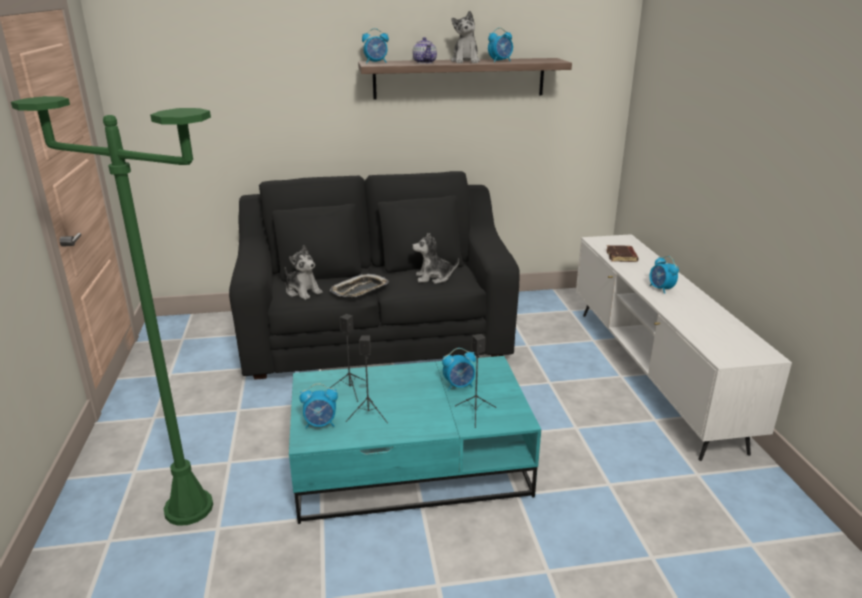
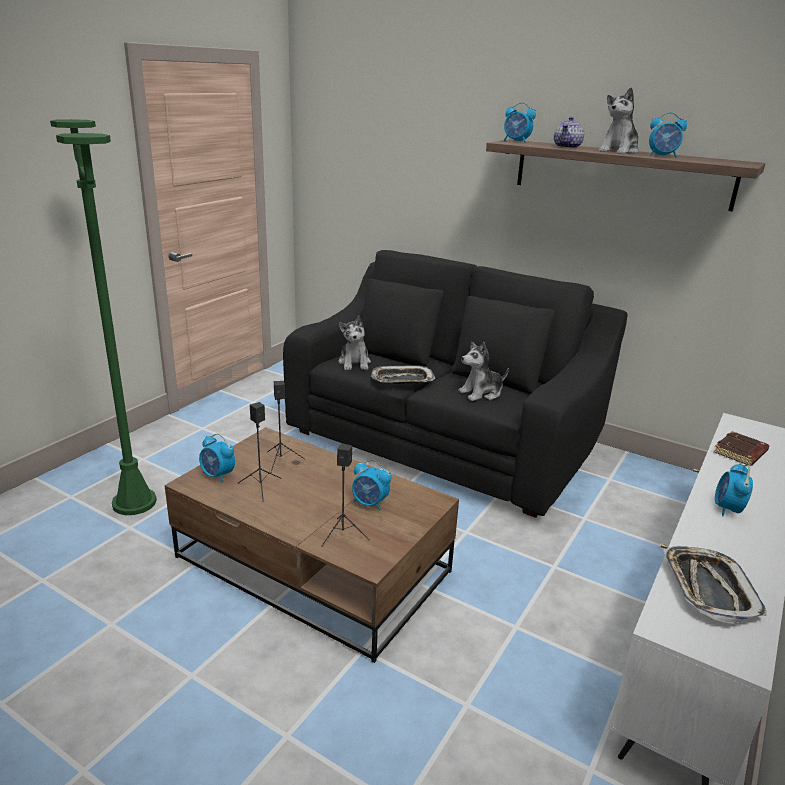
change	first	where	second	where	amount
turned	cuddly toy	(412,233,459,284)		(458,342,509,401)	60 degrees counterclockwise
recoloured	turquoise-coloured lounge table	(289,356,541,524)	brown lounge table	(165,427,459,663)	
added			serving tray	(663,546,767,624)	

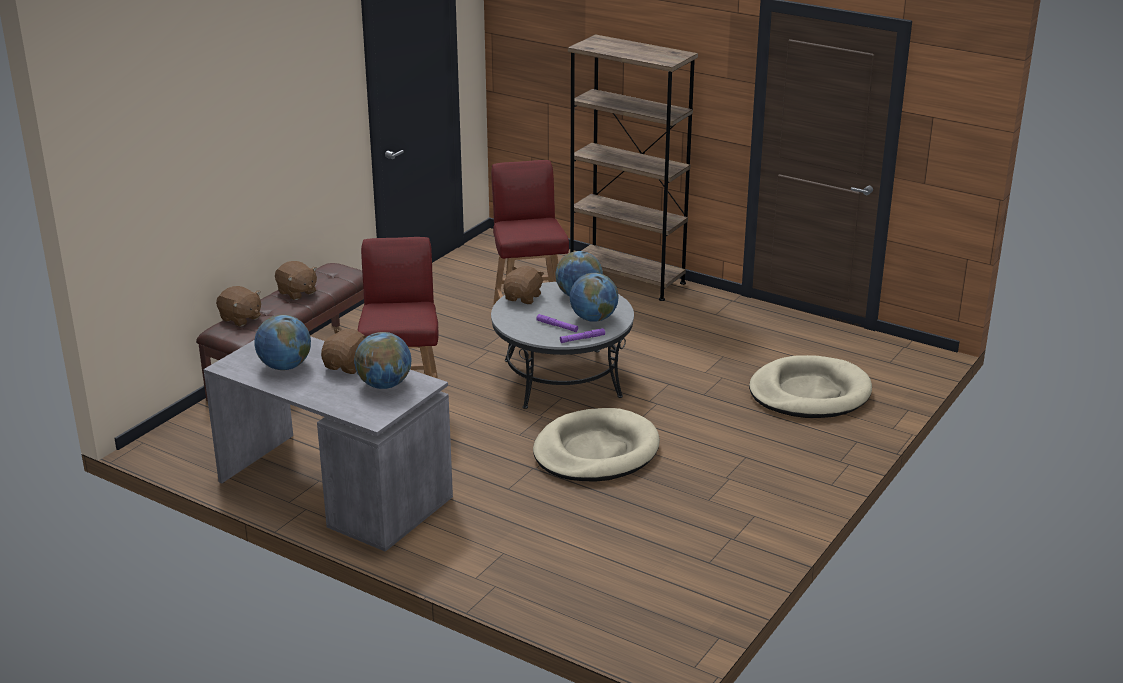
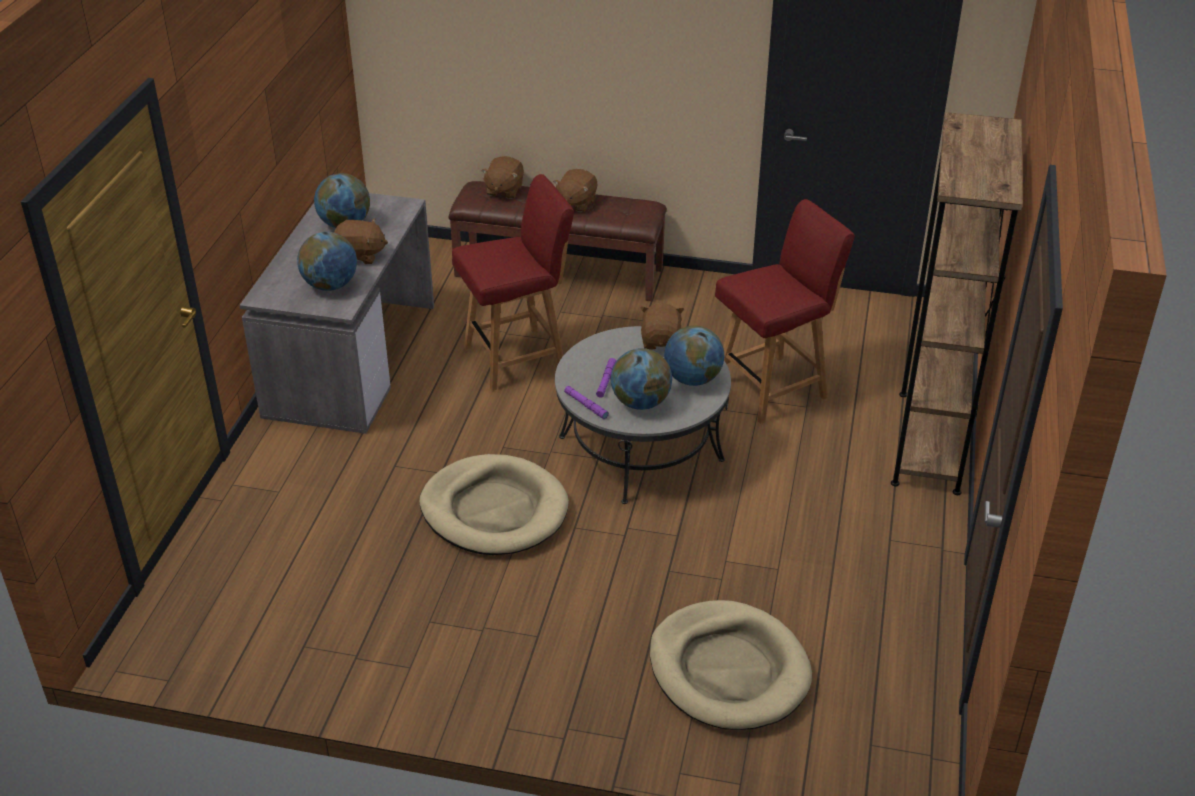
change	first	where	second	where	amount
turned	brown cuddly toy	(503,266,544,304)		(640,303,684,349)	90 degrees counterclockwise

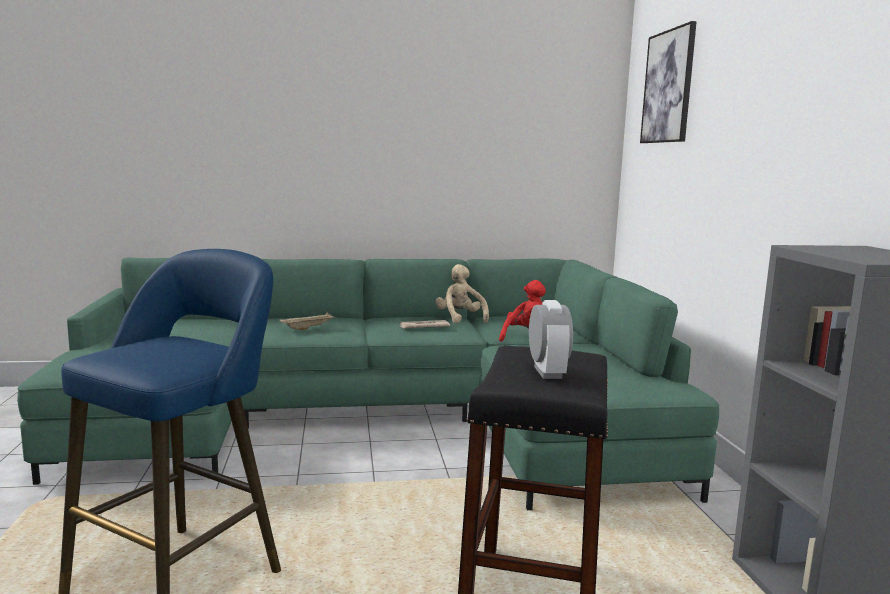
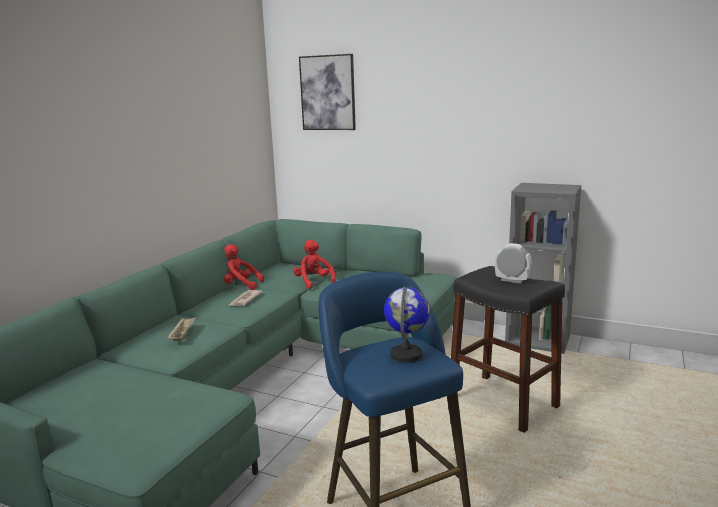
change	first	where	second	where	amount
recoloured	beige-coloured cuddly toy	(436,264,489,324)	red-coloured cuddly toy	(224,244,264,290)	
added			world globe	(384,287,430,363)	

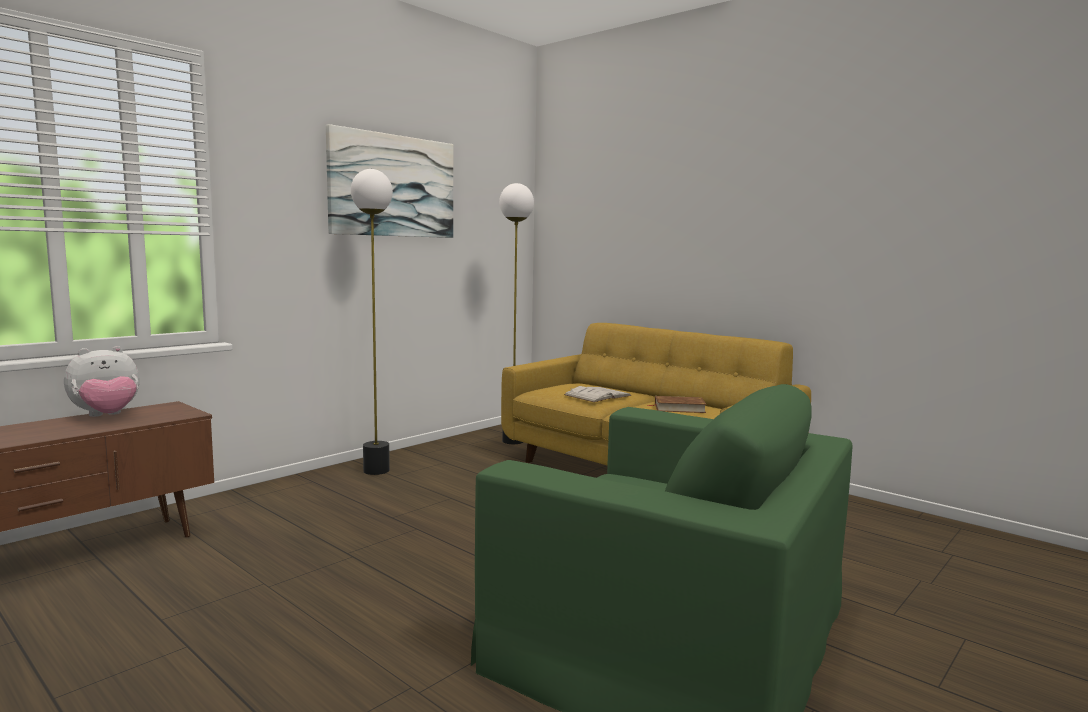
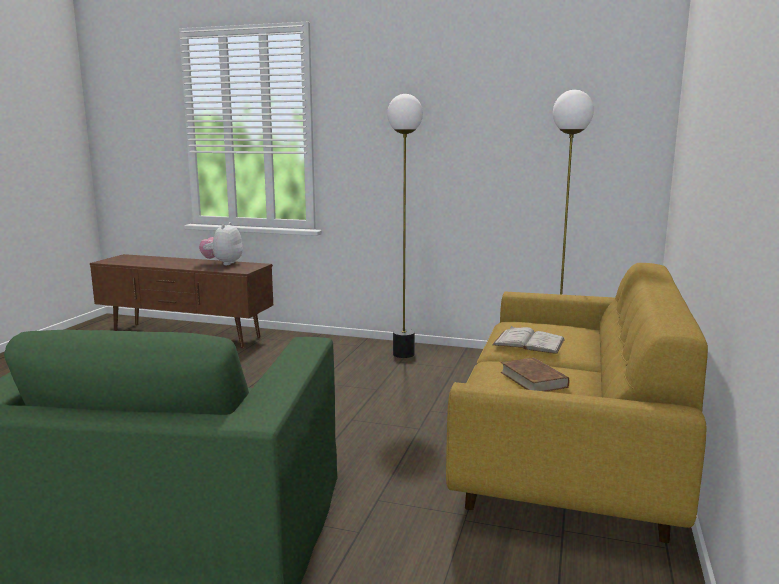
change	first	where	second	where	amount
removed	picture	(326,124,453,238)			
turned	cuddly toy	(64,346,140,417)		(199,222,243,265)	75 degrees clockwise

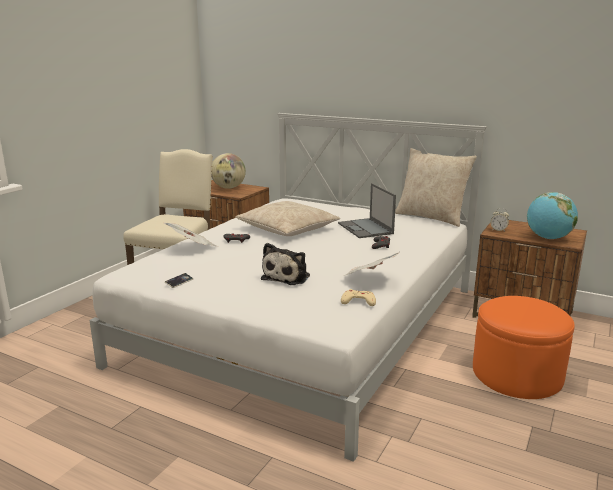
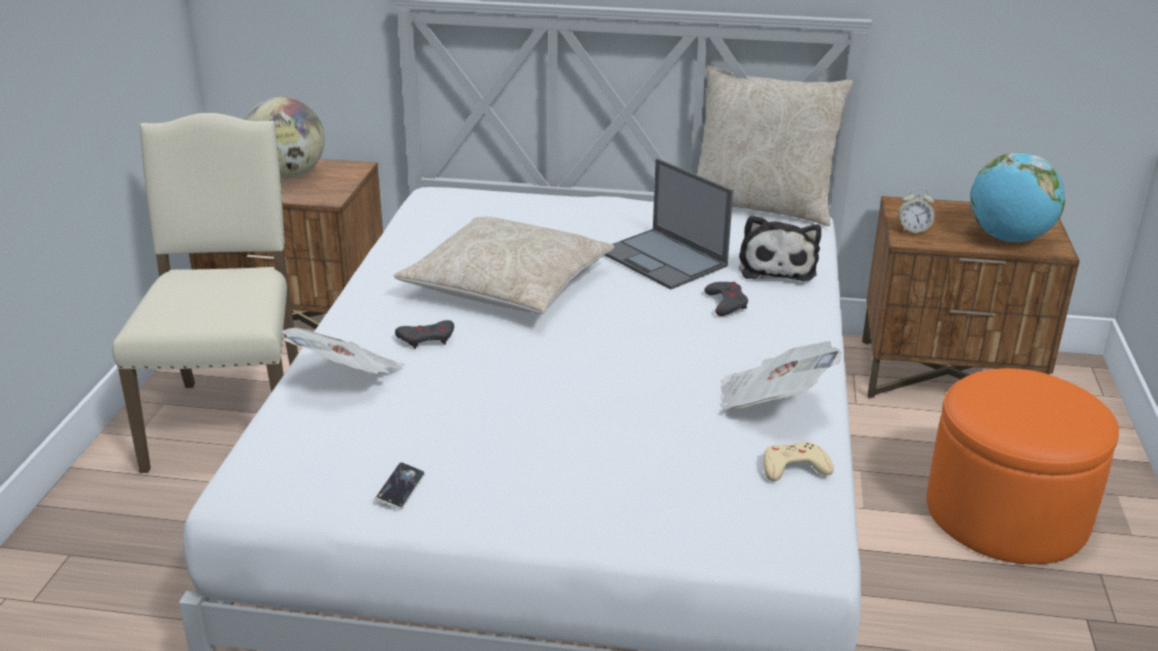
change	first	where	second	where	amount
moved	cuddly toy	(261,243,310,285)		(739,215,821,281)	

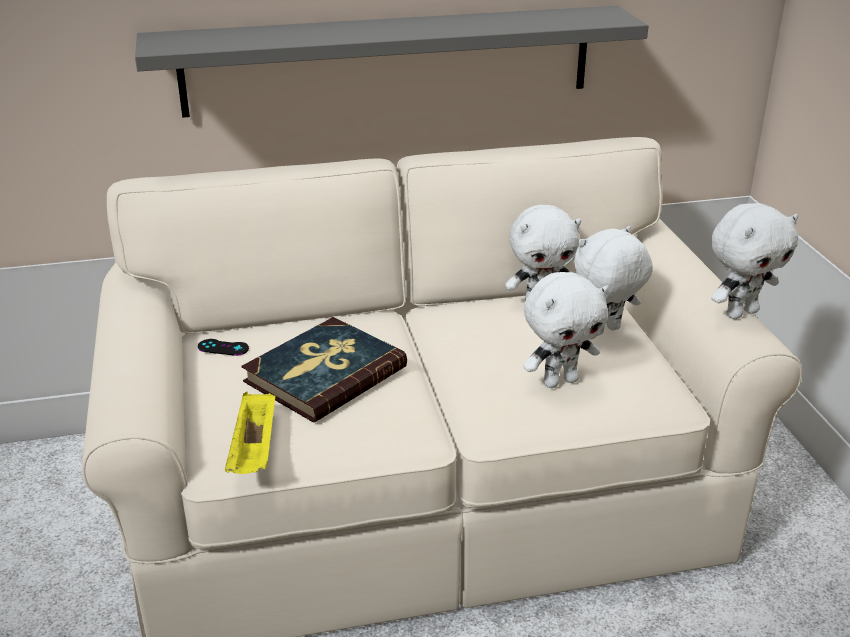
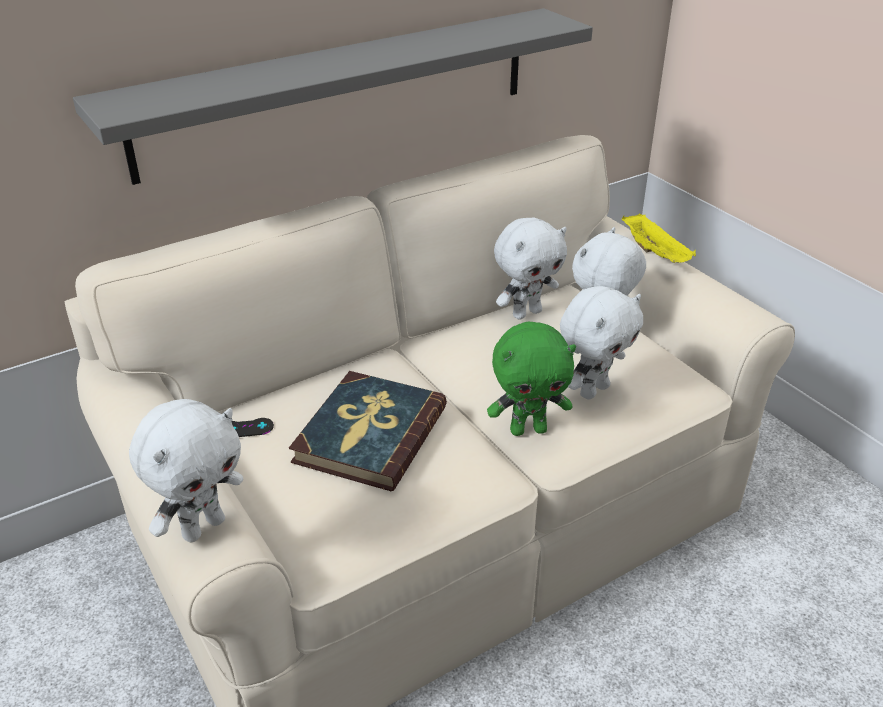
change	first	where	second	where	amount
moved	white cuddly toy	(711,203,798,319)		(129,399,243,543)	
moved	yellow serving tray	(225,392,275,474)		(622,214,696,263)	
added			green-coloured cuddly toy	(487,322,576,436)	

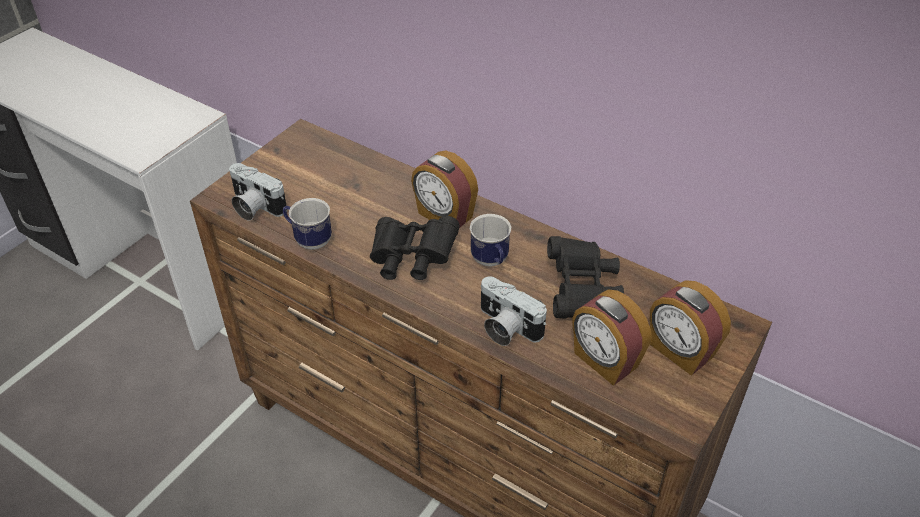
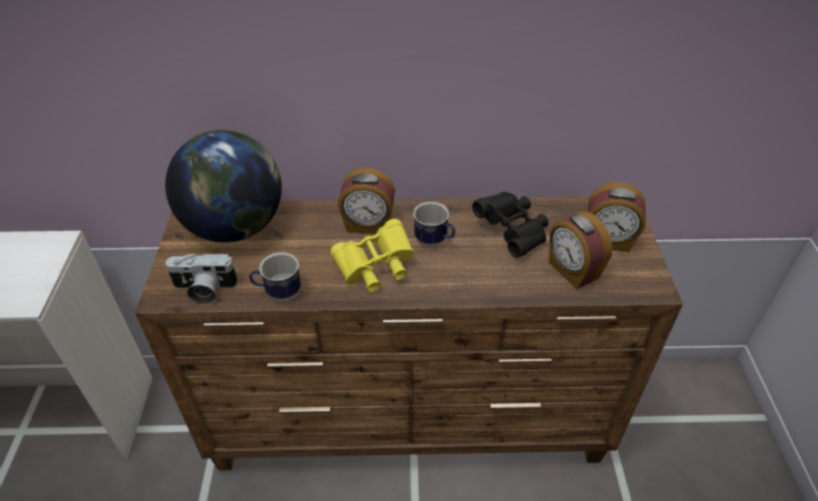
change	first	where	second	where	amount
recoloured	blackish pair of binoculars	(370,216,460,280)	yellow pair of binoculars	(330,219,414,292)	
removed	photo camera	(481,276,547,346)			
turned	alarm clock	(572,289,651,386)		(549,212,613,289)	45 degrees clockwise
added			world globe	(165,130,282,243)	

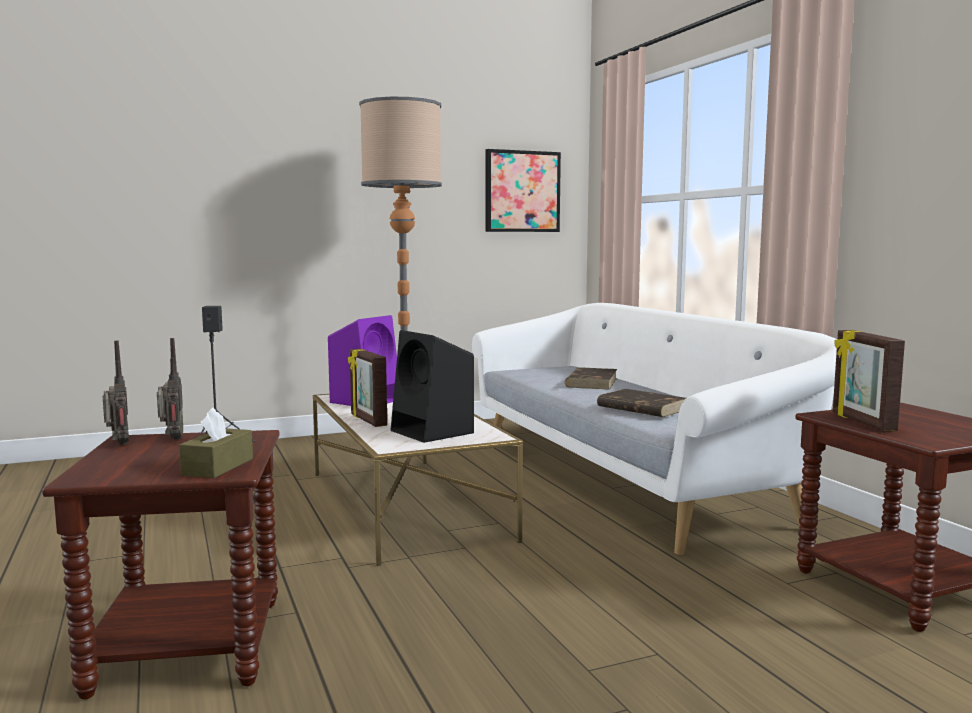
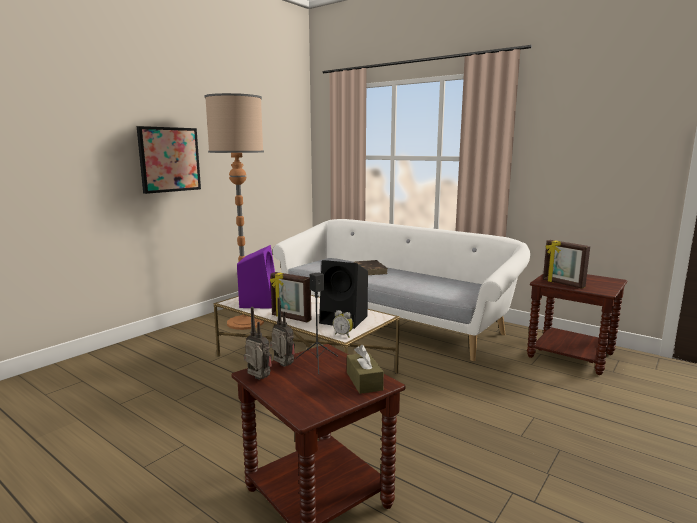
change	first	where	second	where	amount
moved	picture	(486,149,561,232)		(137,126,201,194)	
removed	brown book	(597,389,686,417)			
added			alarm clock	(333,310,353,338)	

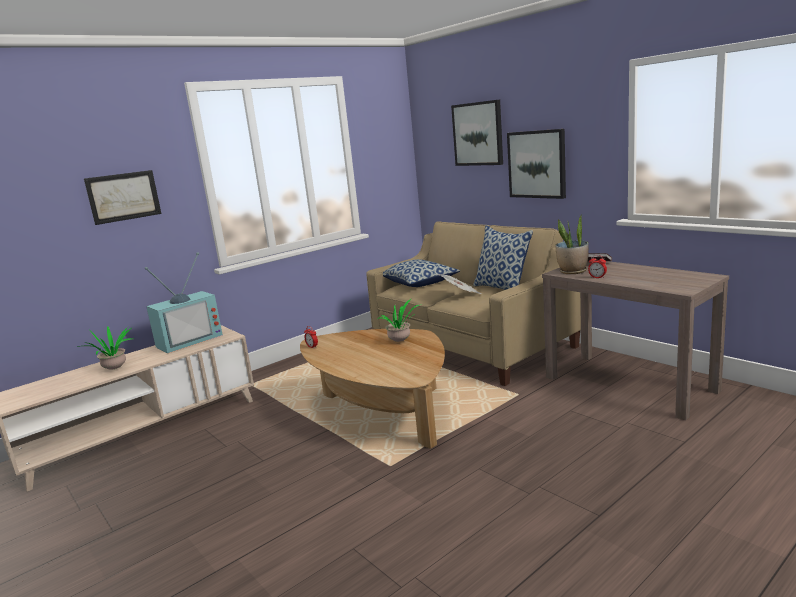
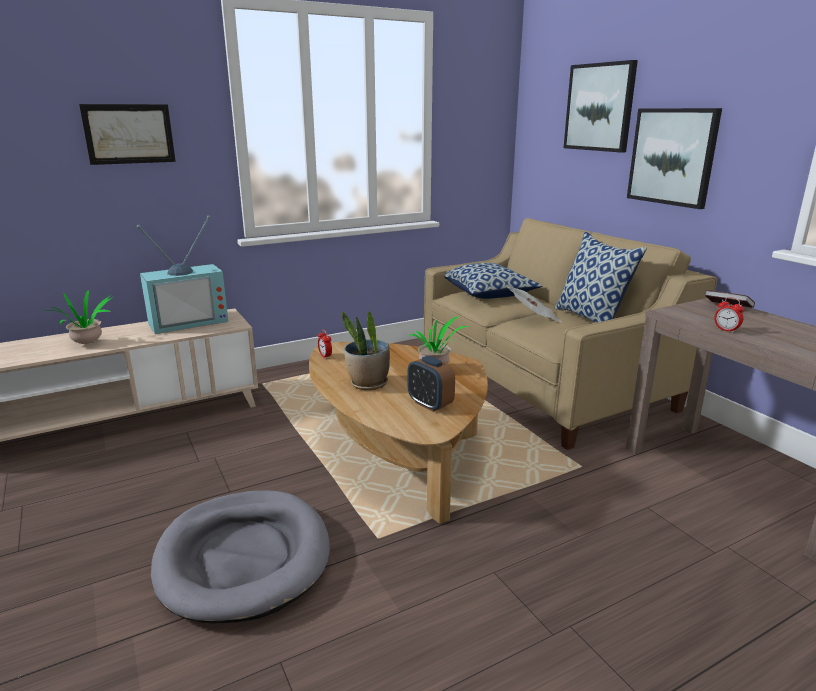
change	first	where	second	where	amount
moved	plant in a pot	(555,215,589,274)		(342,311,390,390)	
added			alarm clock	(408,356,455,412)	
added			gray pet bed	(151,490,330,623)	

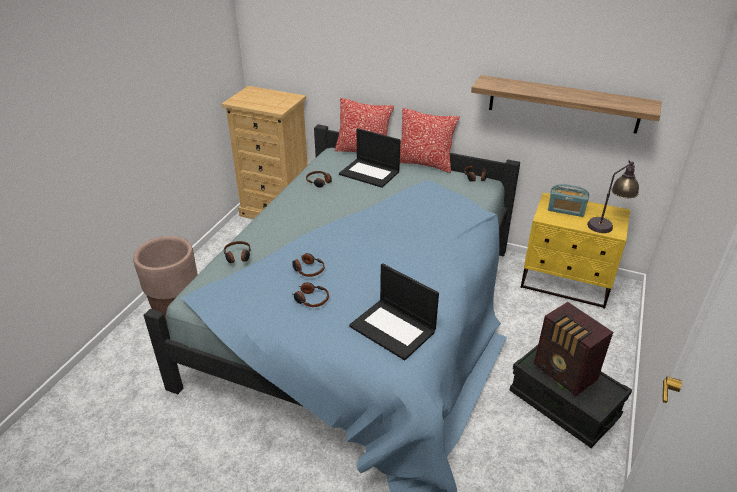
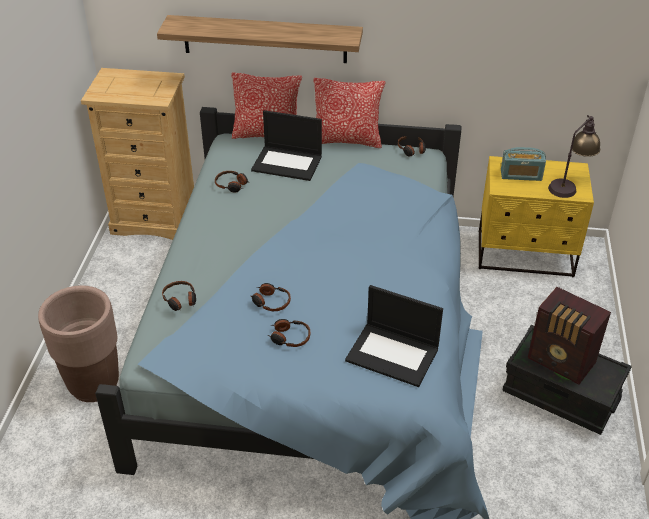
change	first	where	second	where	amount
moved	wall shelf	(471,75,662,134)		(157,15,363,63)	

